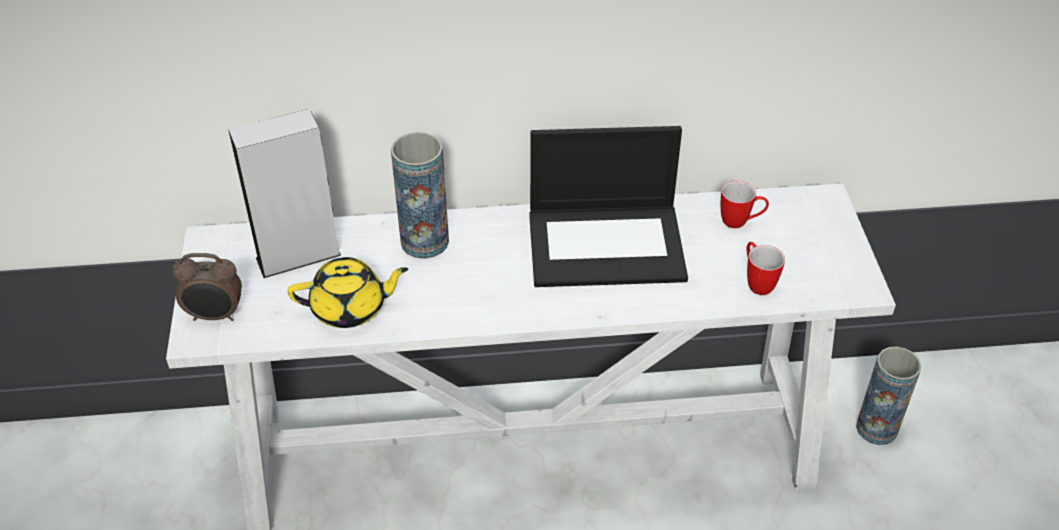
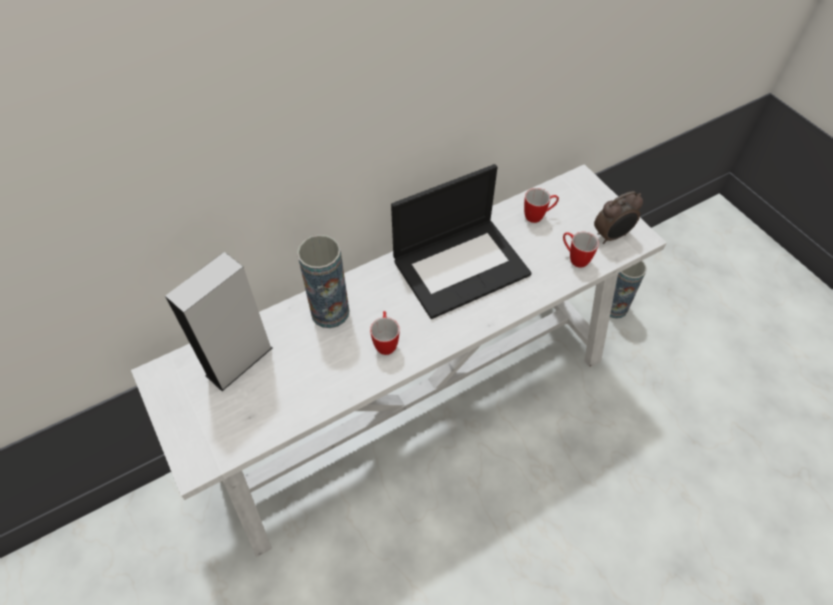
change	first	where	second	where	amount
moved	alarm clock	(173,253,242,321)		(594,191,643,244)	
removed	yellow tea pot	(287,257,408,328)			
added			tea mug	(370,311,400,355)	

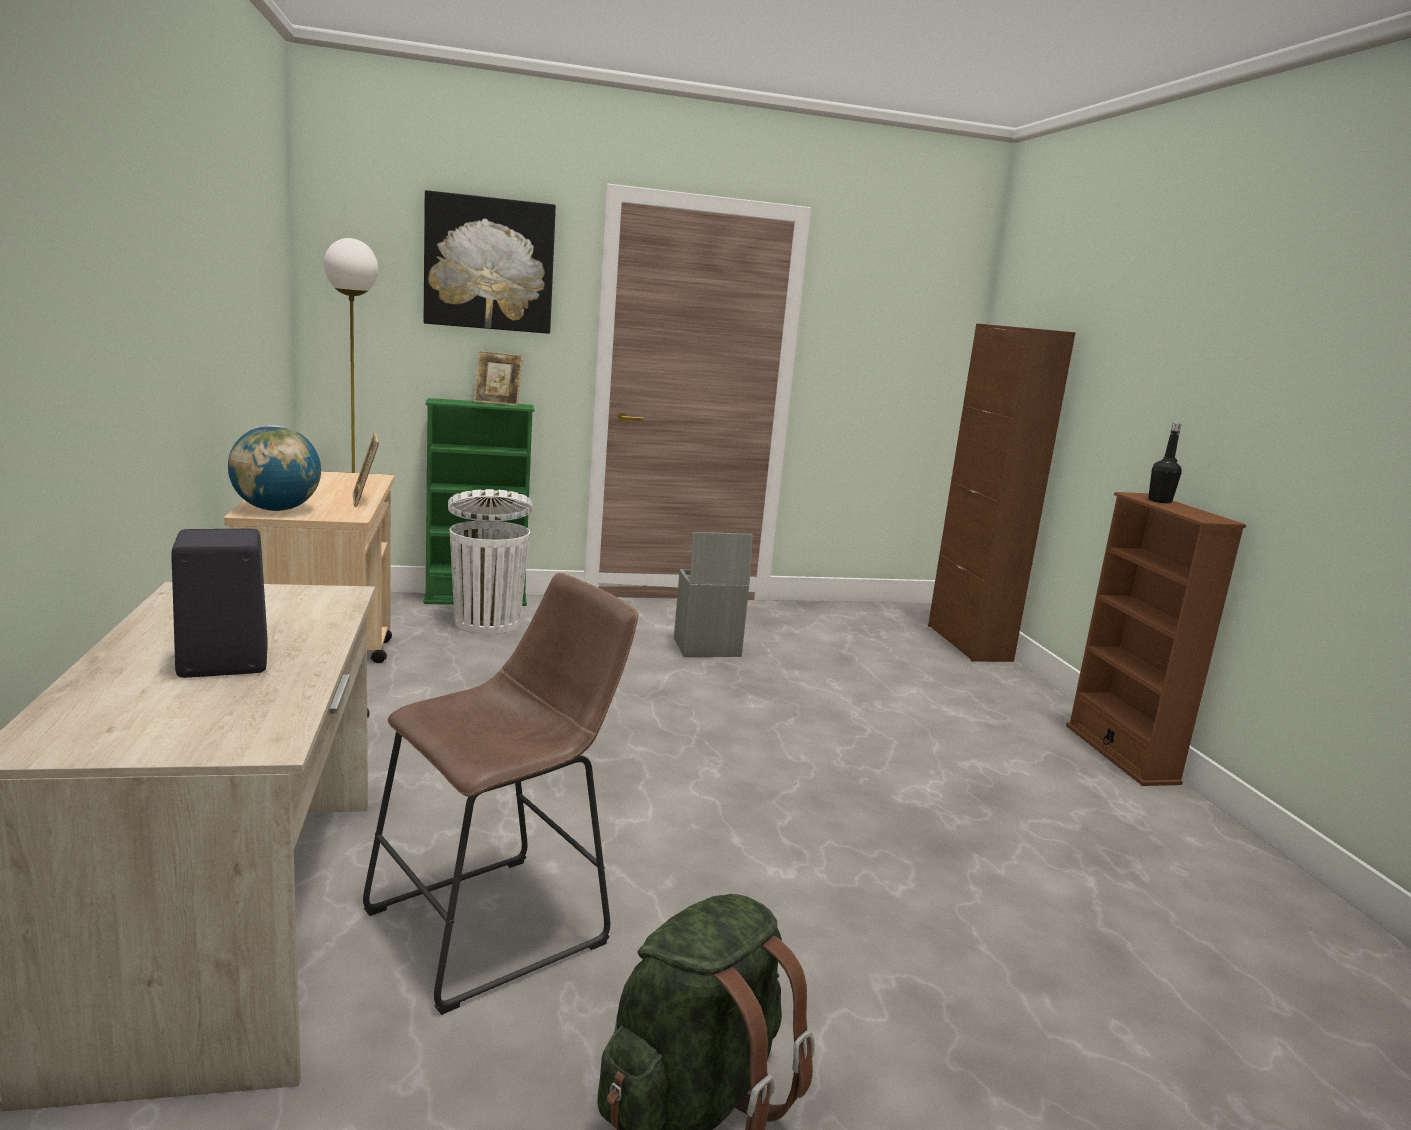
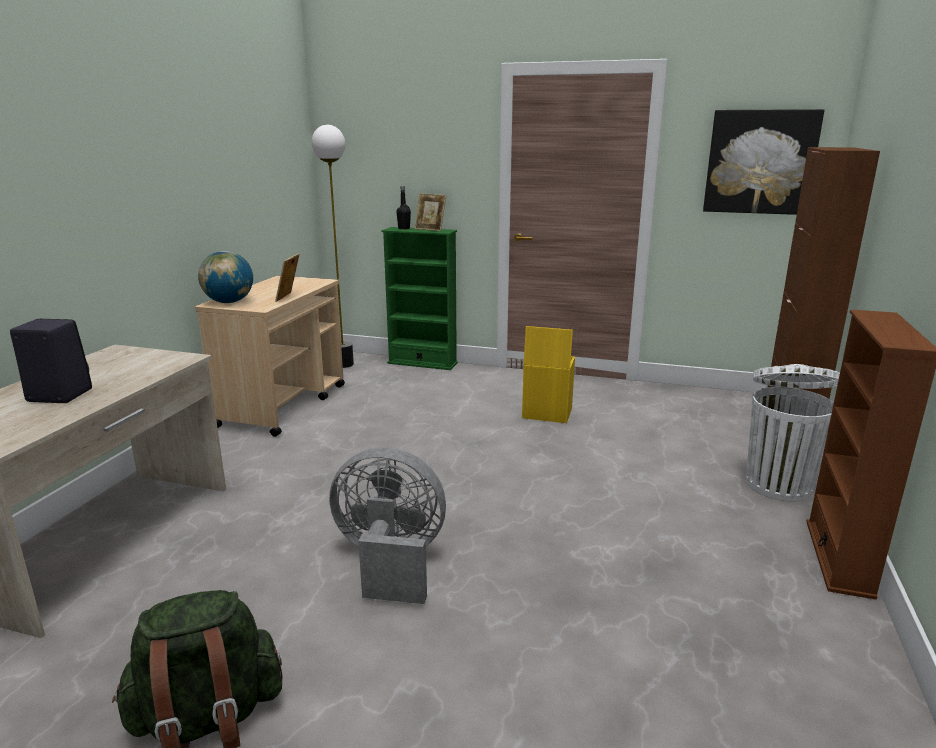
change	first	where	second	where	amount
moved	picture	(424,190,556,334)		(703,109,824,215)	
moved	blackish bottle	(1148,423,1182,504)		(396,186,411,230)	
moved	white rubbish bin	(448,489,533,634)		(746,364,840,502)	
recoloured	gray storage container	(674,532,753,657)	yellow storage container	(522,326,575,423)	
removed	brown stool seat	(363,573,638,1015)			
added			gray fan	(330,447,446,604)	

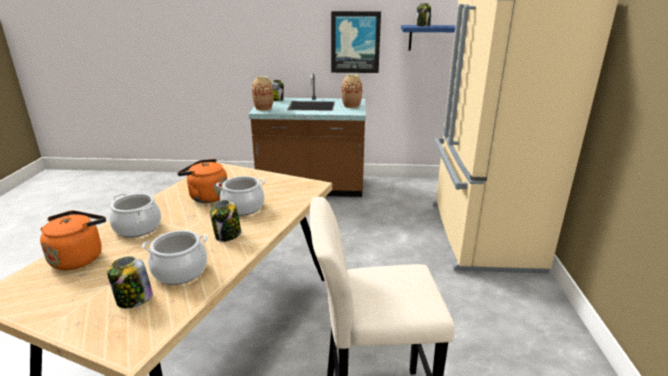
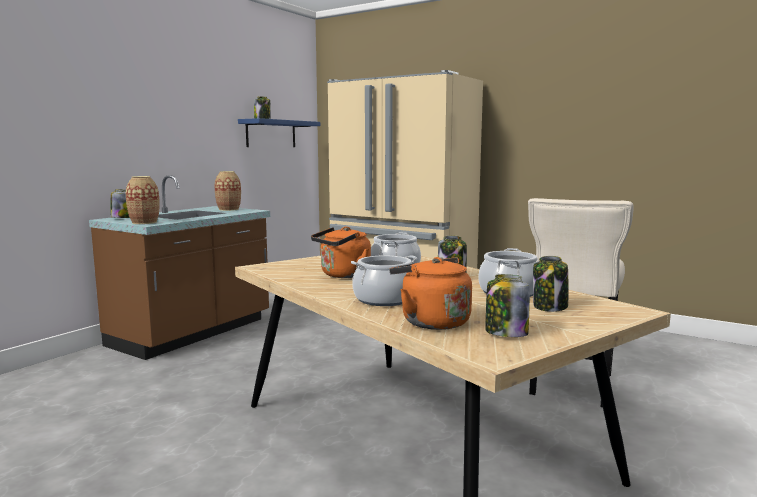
change	first	where	second	where	amount
removed	picture	(331,11,381,73)			
added			jar	(486,274,530,337)	

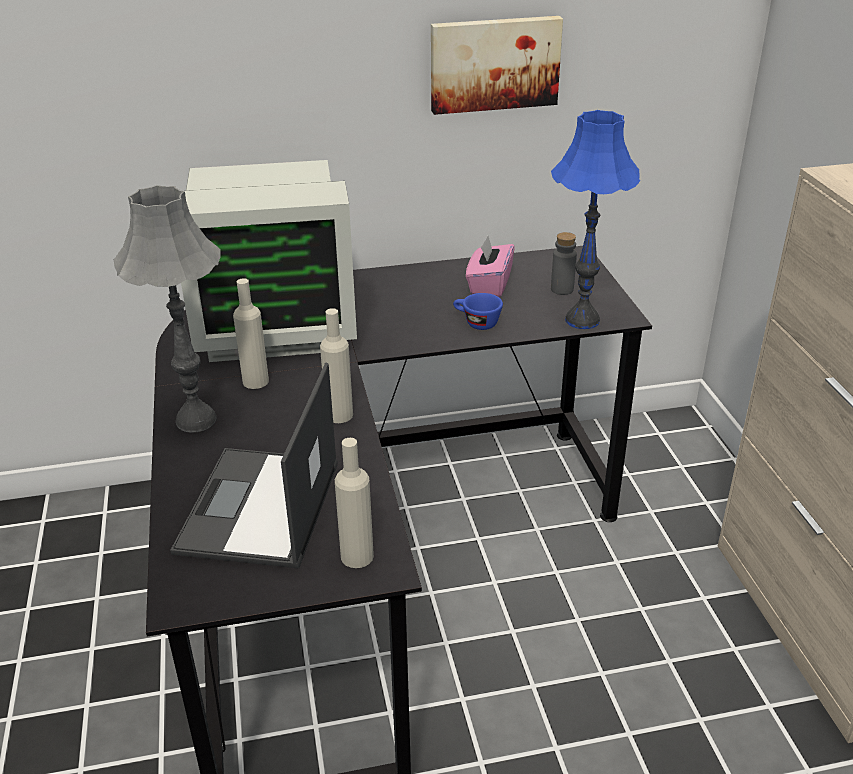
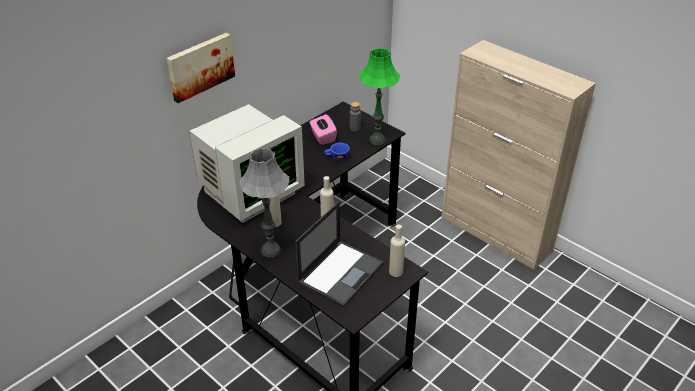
change	first	where	second	where	amount
moved	picture	(431,16,563,115)		(166,33,235,103)	
recoloured	blue-coloured tabletop lamp	(551,110,640,329)	green-coloured tabletop lamp	(359,48,400,145)	
turned	laptop	(170,362,338,569)		(295,201,384,307)	120 degrees counterclockwise

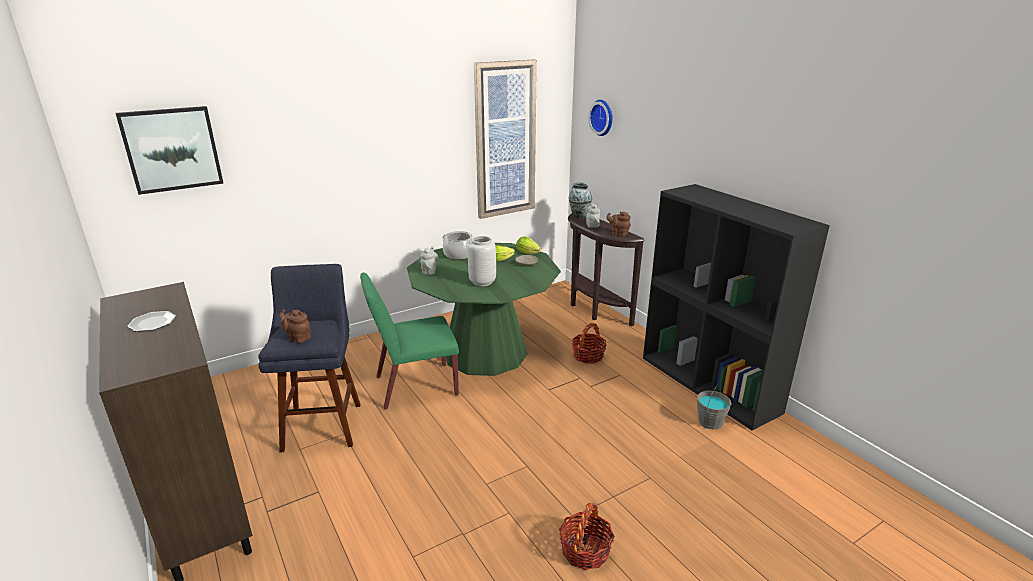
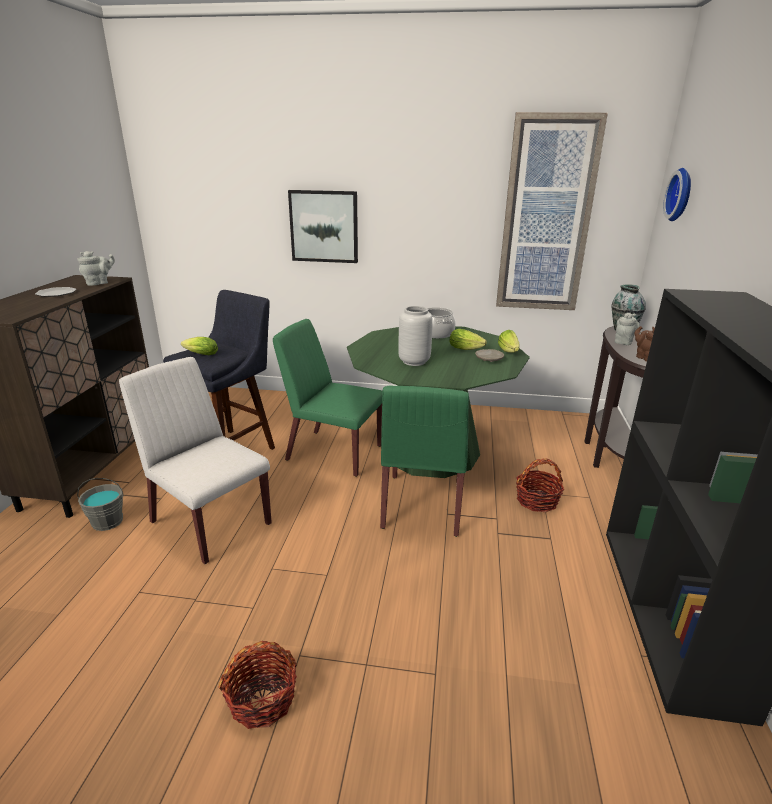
change	first	where	second	where	amount
moved	picture	(116,106,224,195)		(288,190,358,263)	
moved	gray tea pot	(420,246,439,275)		(77,251,115,286)	
replaced	brown tea pot	(279,309,311,343)	head of lettuce	(181,337,218,355)	
moved	gray water bucket	(697,384,732,430)		(77,478,123,531)	
added			white plain chair	(119,357,272,564)	
added			green-coloured plain chair	(380,386,469,537)	

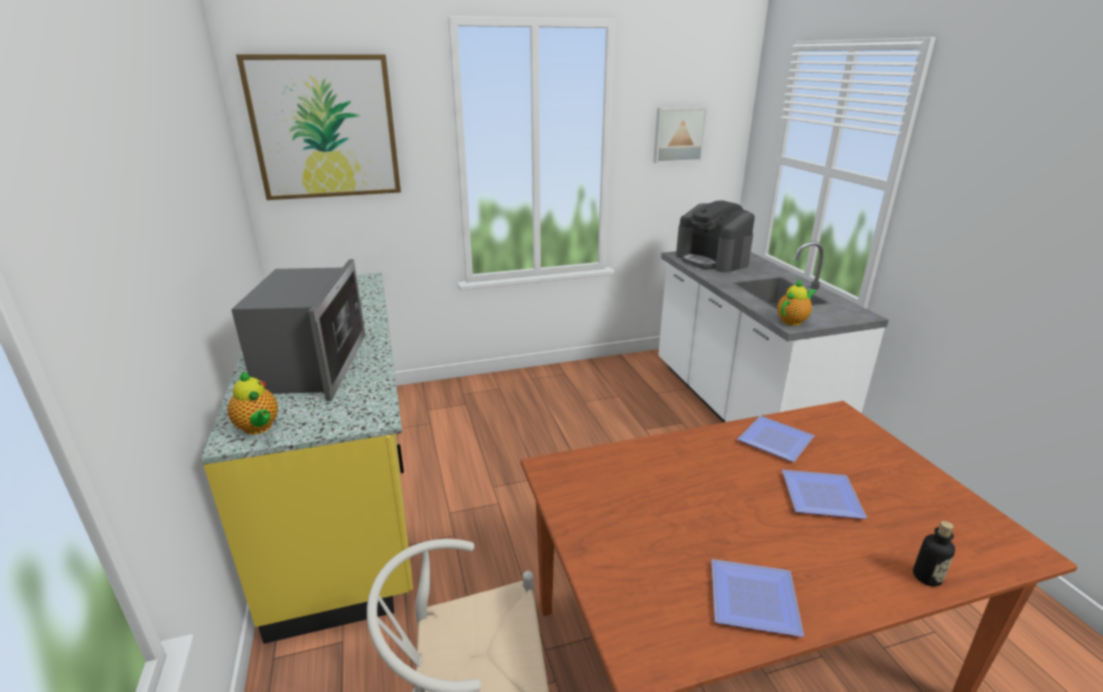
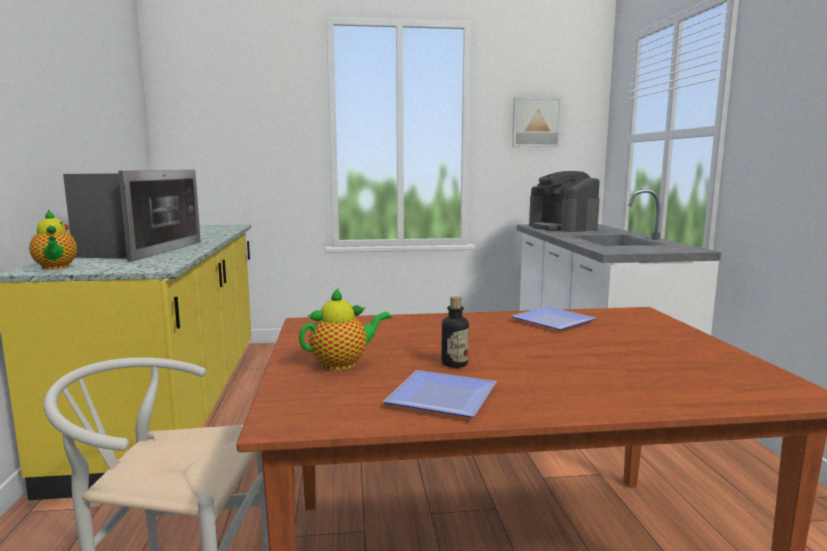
change	first	where	second	where	amount
removed	picture	(236,54,401,200)			
moved	tea pot	(777,279,816,326)		(299,288,391,371)	
removed	flat dish	(782,470,867,519)			
moved	bottle	(913,521,955,587)		(441,296,469,368)	

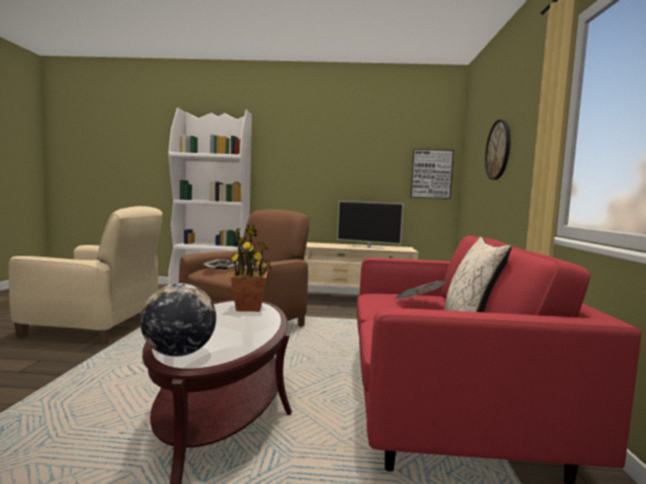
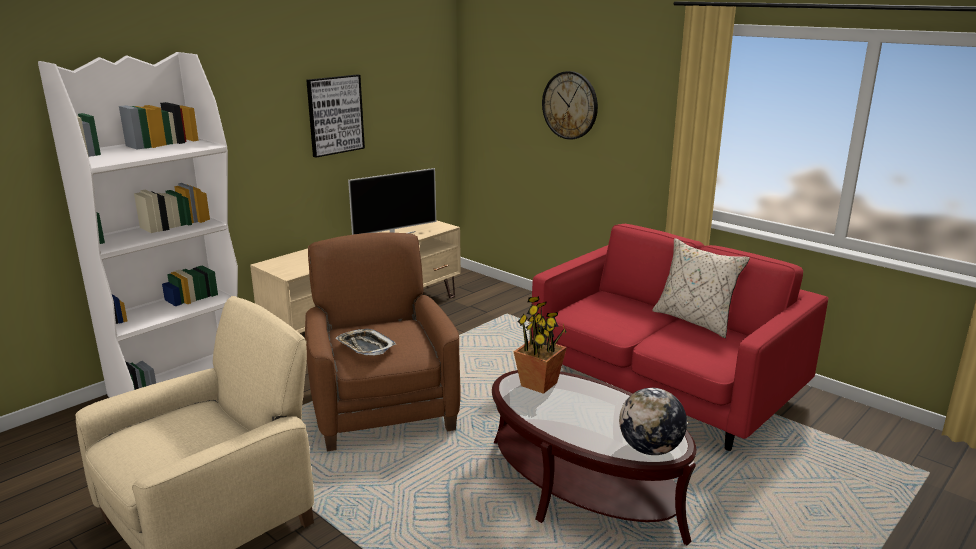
change	first	where	second	where	amount
moved	picture	(410,149,454,199)		(306,75,365,158)	
removed	newspaper	(393,280,446,299)			

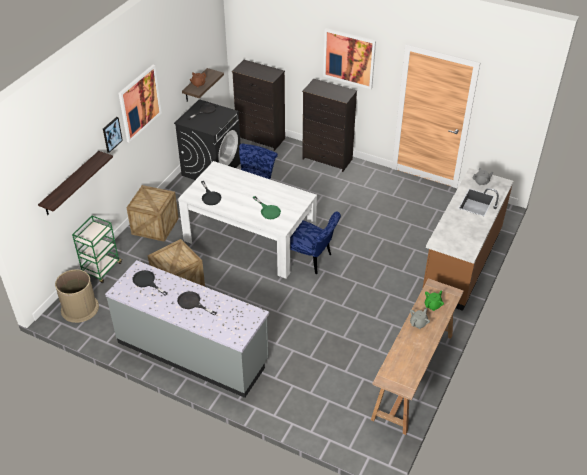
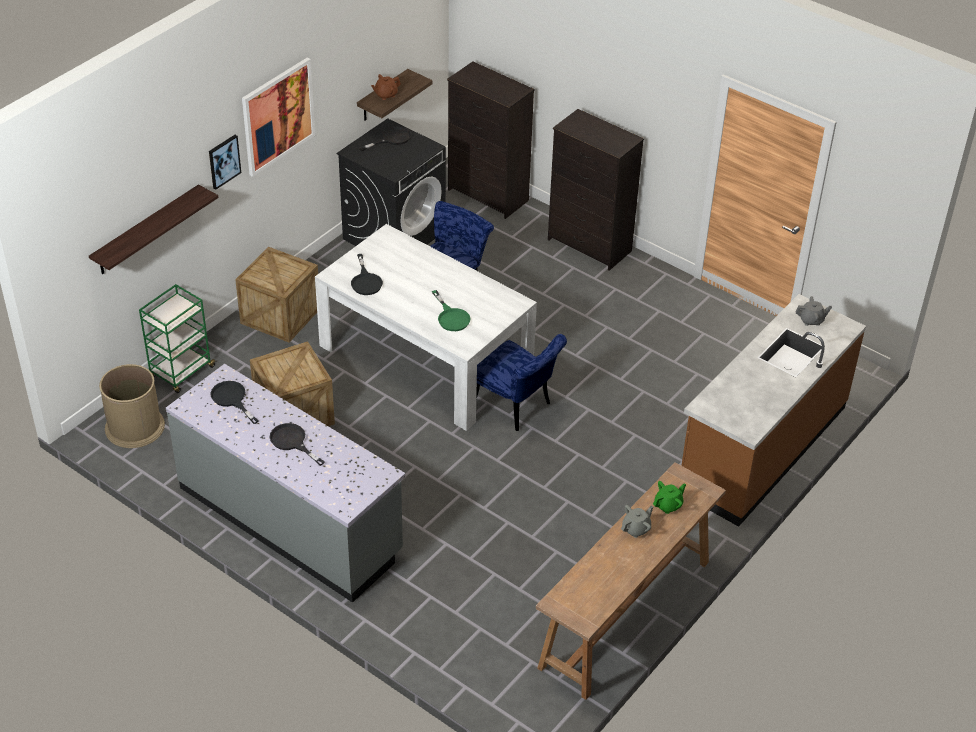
change	first	where	second	where	amount
removed	picture	(323,28,376,89)			

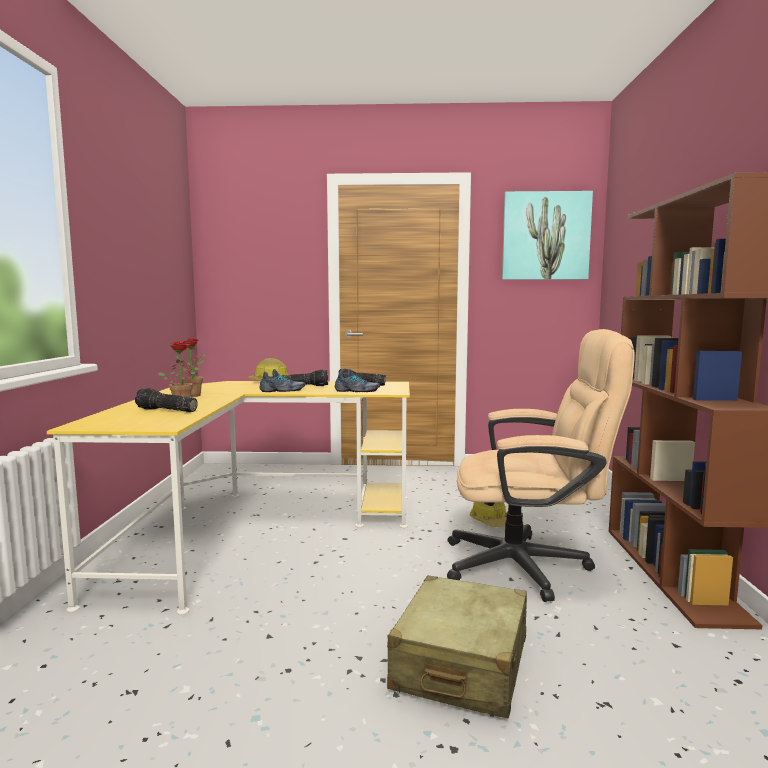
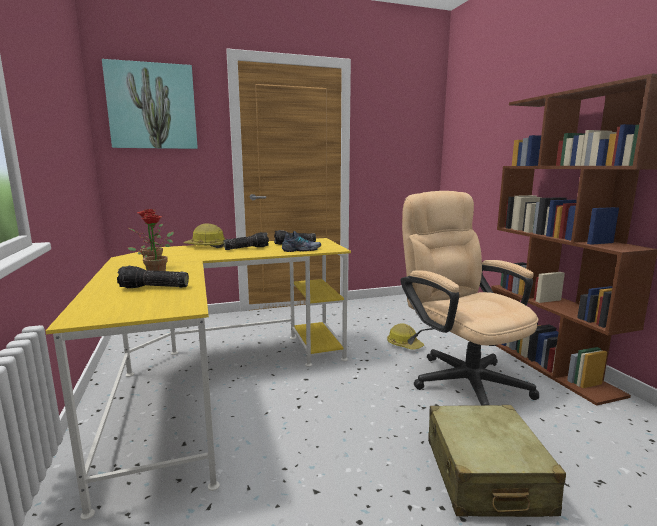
change	first	where	second	where	amount
moved	picture	(502,191,593,280)		(102,59,198,149)	
turned	beige-coloured computer chair	(447,329,635,602)		(400,191,539,405)	105 degrees counterclockwise
removed	shoe	(259,369,305,392)			

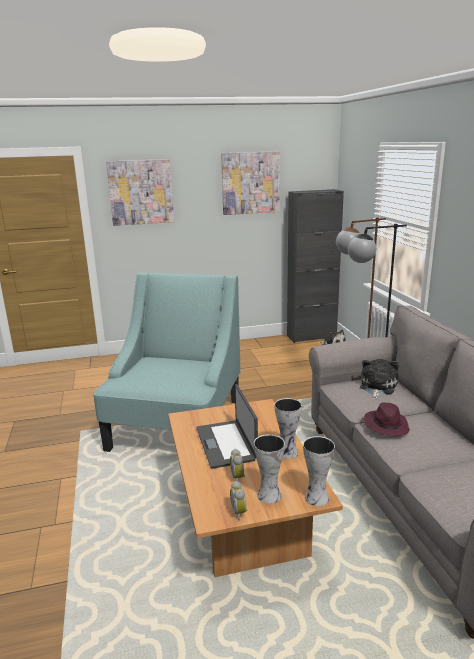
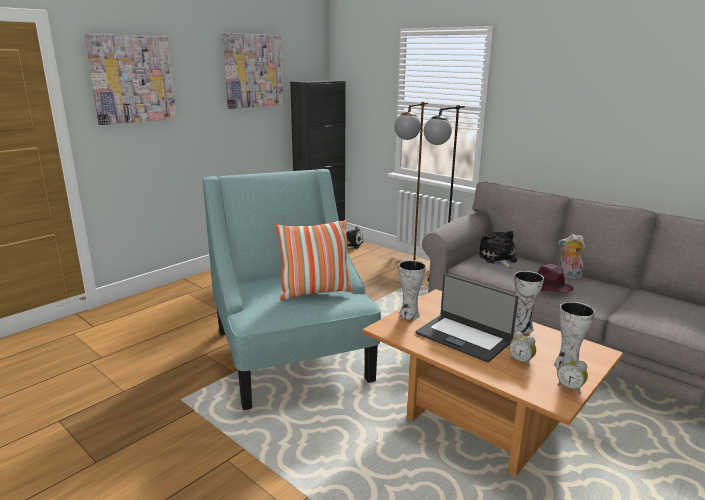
change	first	where	second	where	amount
moved	vase	(303,436,335,506)		(399,260,426,320)	
added			pillow	(275,220,353,301)	
added			cuddly toy	(558,234,585,279)	

